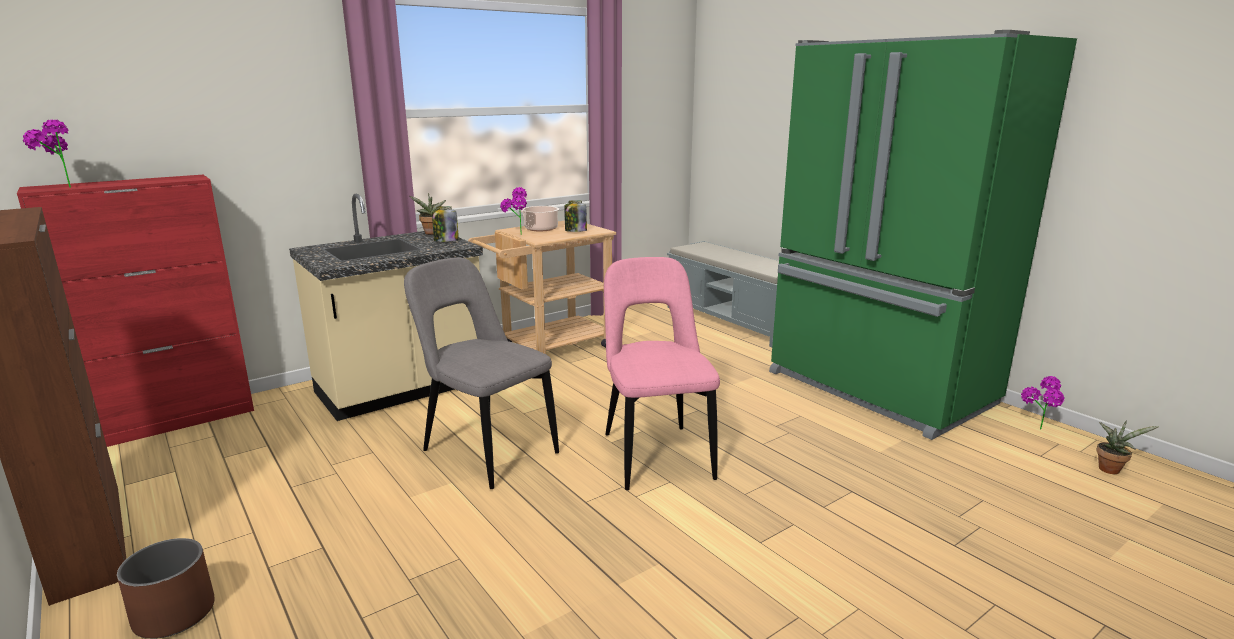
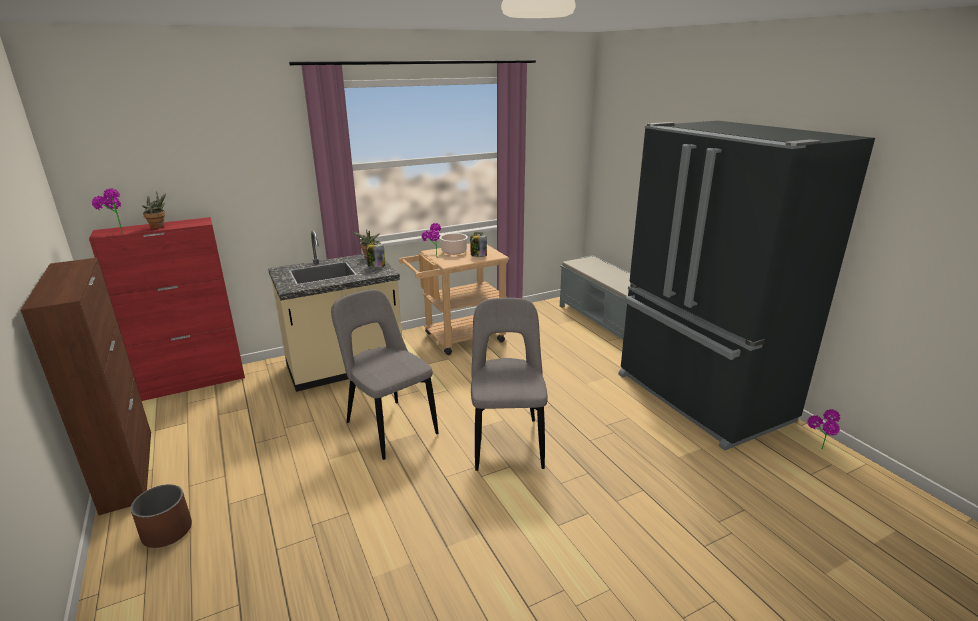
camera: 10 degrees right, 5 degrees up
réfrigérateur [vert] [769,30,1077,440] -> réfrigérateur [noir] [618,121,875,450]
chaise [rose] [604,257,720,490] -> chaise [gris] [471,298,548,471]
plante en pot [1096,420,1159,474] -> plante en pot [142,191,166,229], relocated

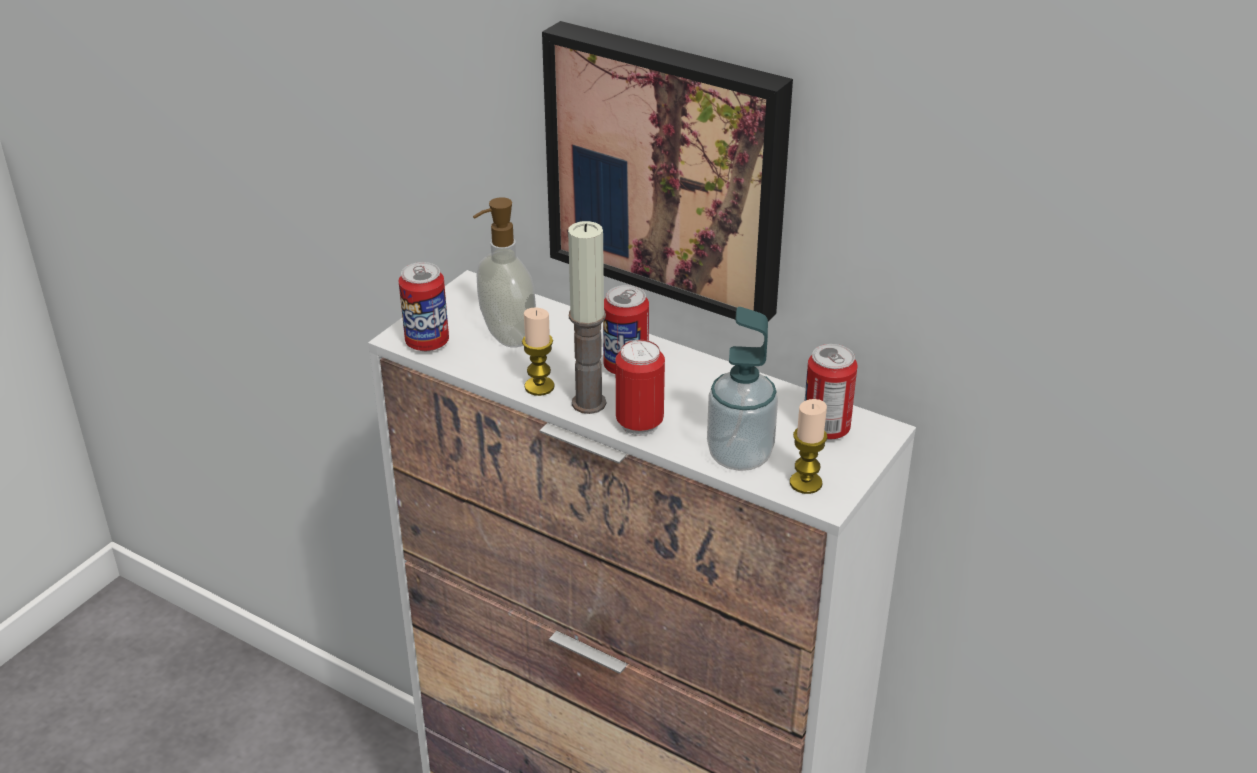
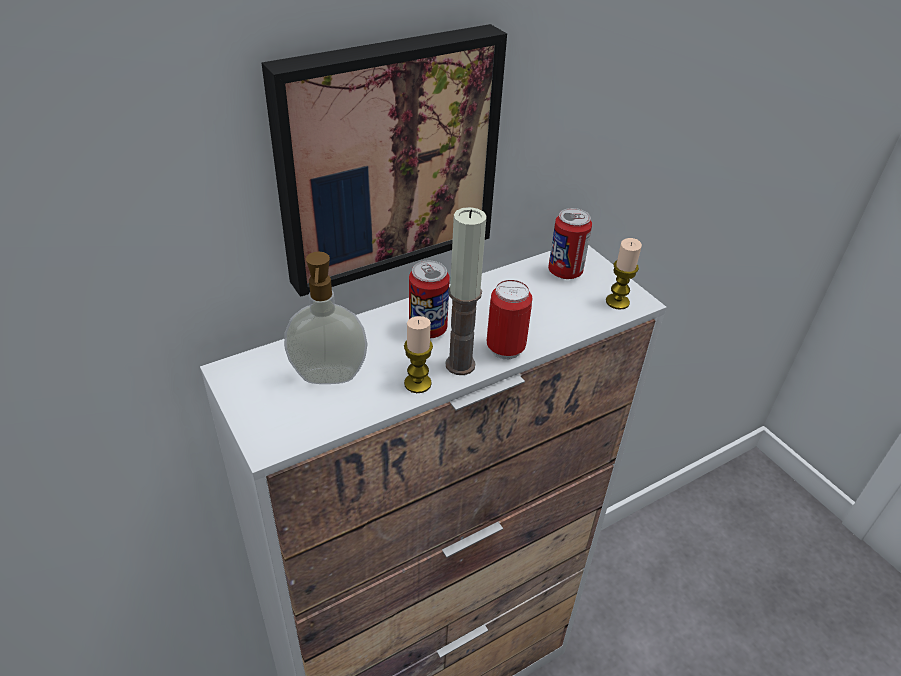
camera: 65 degrees left, 5 degrees up
boîte métallique [399,262,449,351] -> none
distributeur de savon [707,307,778,471] -> none

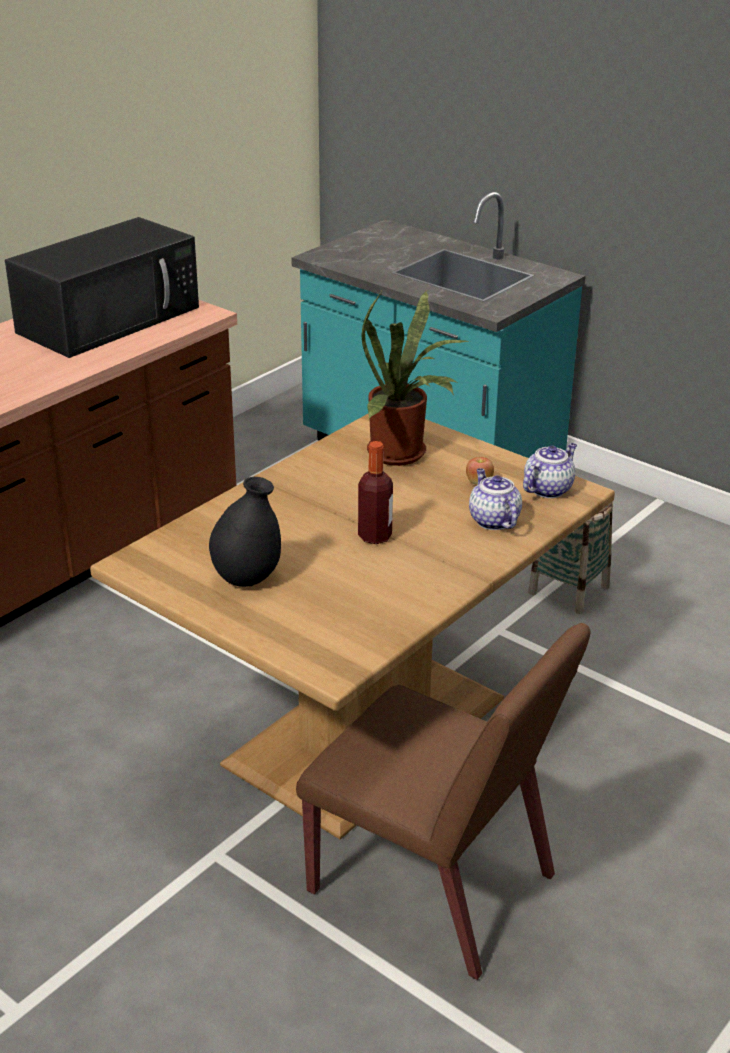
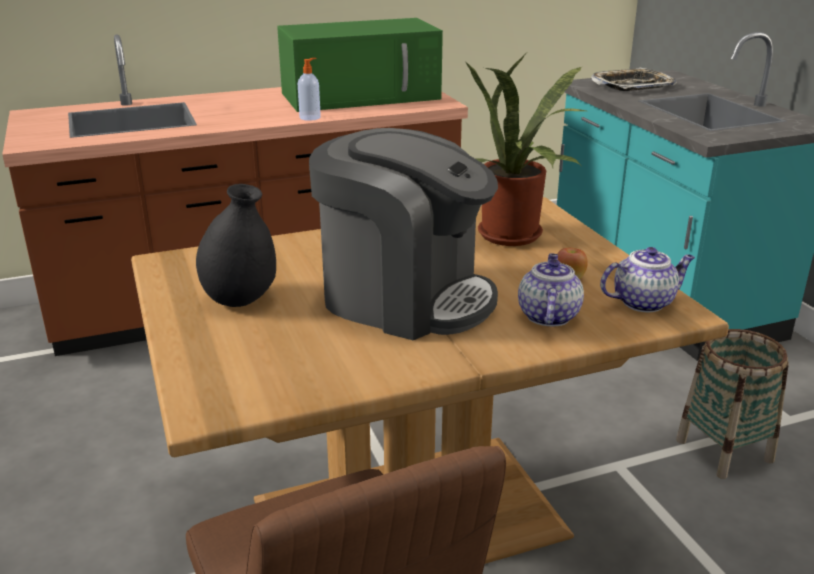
camera: 30 degrees right, 5 degrees down
micro-ondes [noir] [5,217,199,358] -> micro-ondes [vert] [277,18,443,112]
bouteille [358,441,393,544] -> machine à café [309,128,498,340]
none -> distributeur de savon [298,58,321,121]
none -> plateau [591,68,677,91]

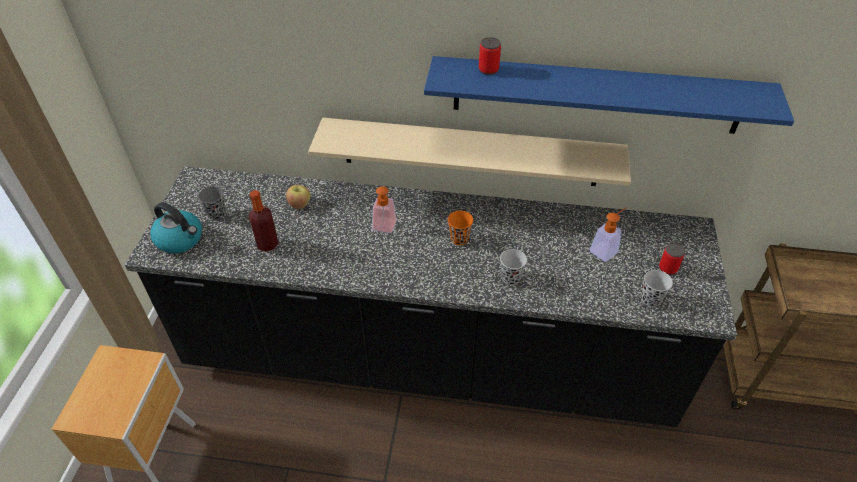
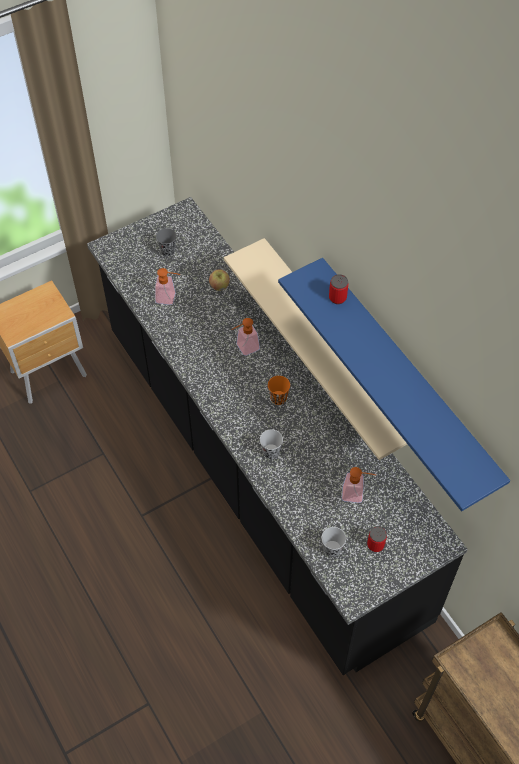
camera: 50 degrees right, 10 degrees up
bouteille [249,190,279,252] -> distributeur de savon [155,268,180,305]
bouilloire [150,202,202,253] -> none

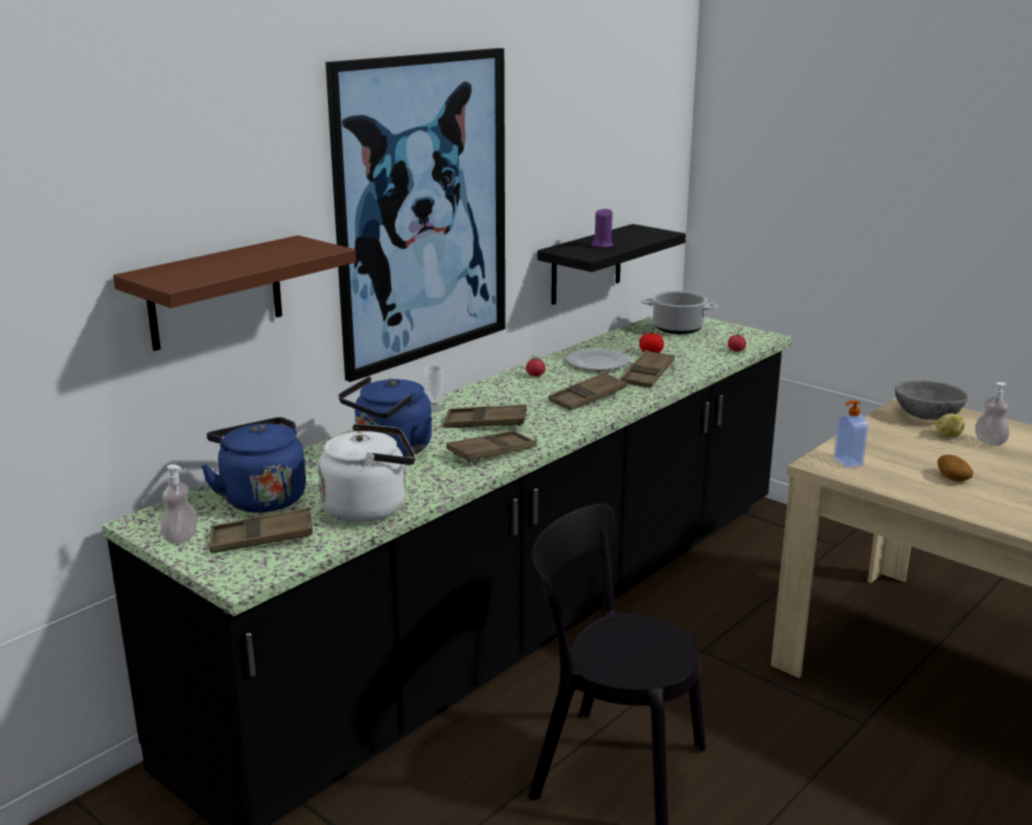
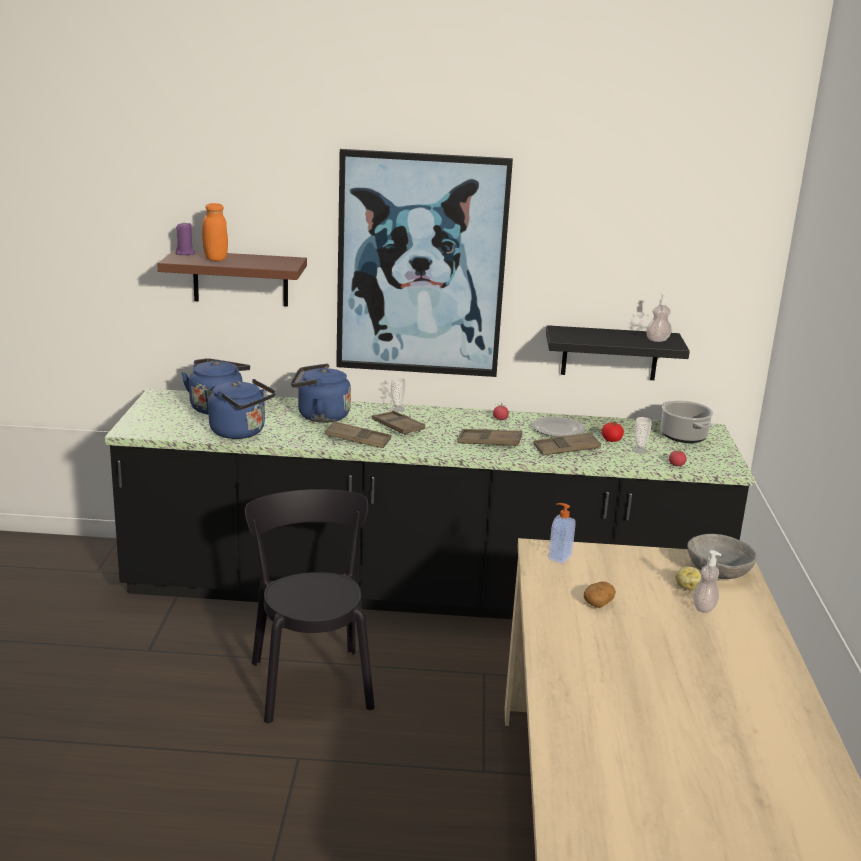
camera: 50 degrees right, 0 degrees up
bougie [violet] [591,208,614,248] -> bougie [violet] [176,223,195,255], relocated
bouilloire [blanc] [318,424,416,522] -> bouilloire [bleu] [208,379,275,439]
distributeur de savon [161,464,198,544] -> distributeur de savon [646,293,672,342], relocated
plateau [marron] [210,508,313,553] -> none
none -> bocal [orange] [202,203,228,261]
none -> tasse [632,417,652,454]

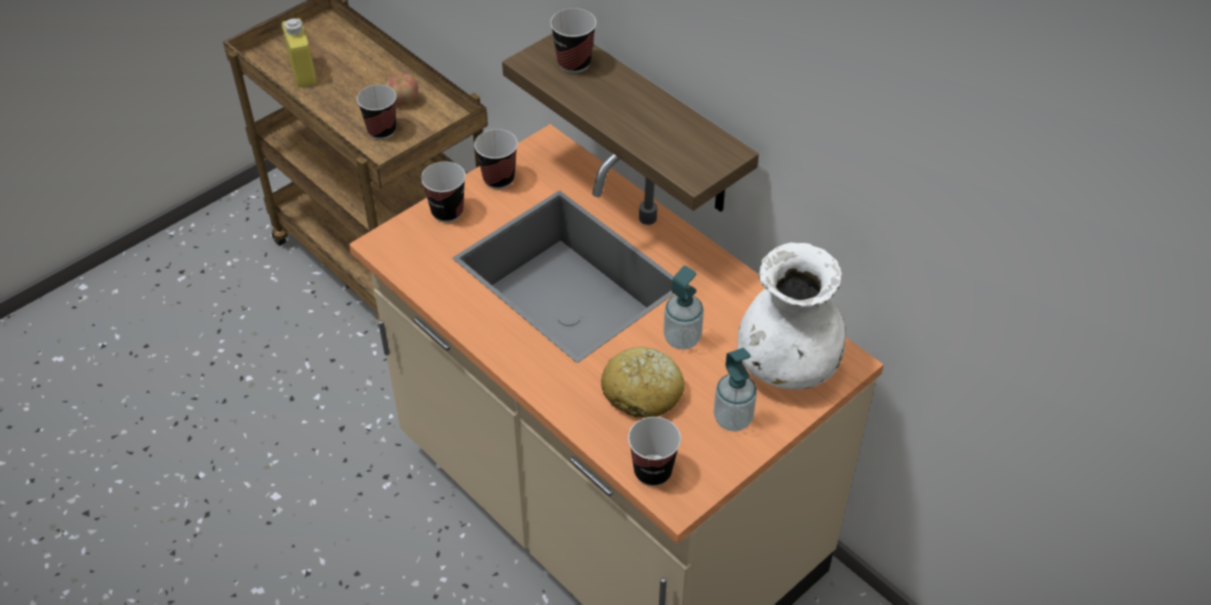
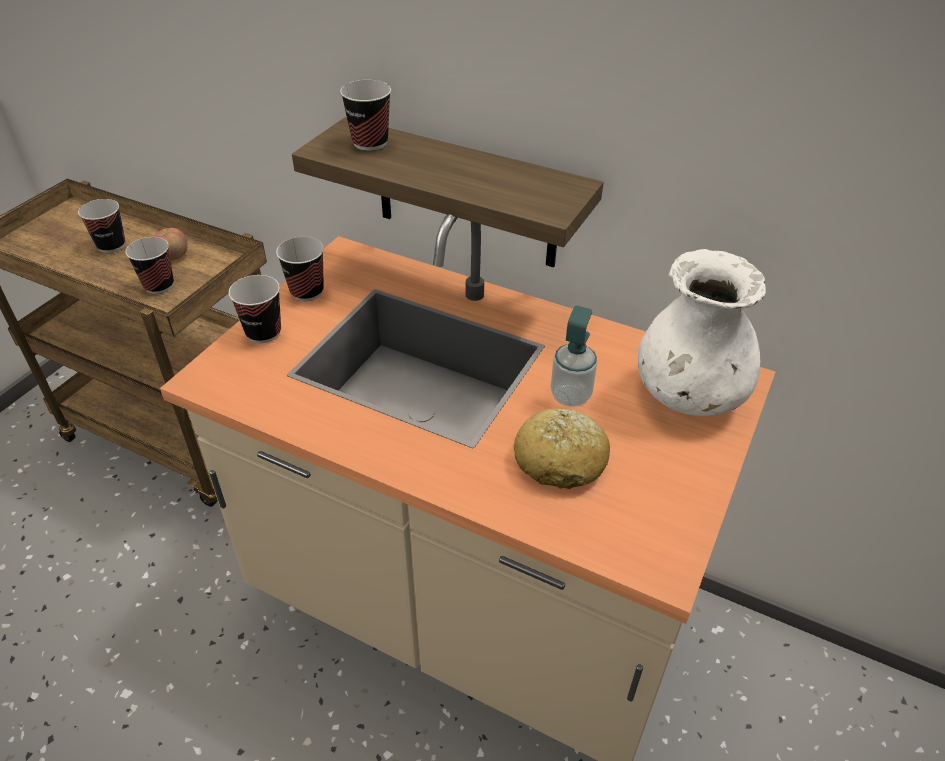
camera: 20 degrees left, 5 degrees down
bouteille [jaune] [282,18,316,88] -> none
distributeur de savon [713,348,757,432] -> none
tasse [628,417,681,486] -> tasse [78,199,125,253], relocated

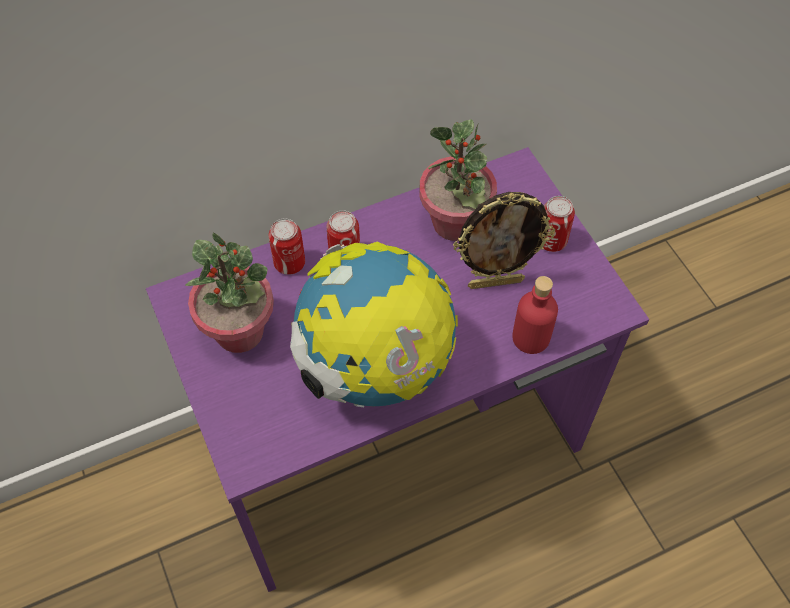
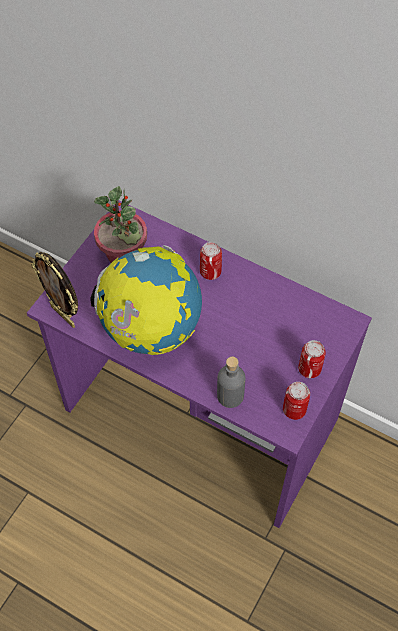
camera: 55 degrees right, 0 degrees up
plante en pot [419,119,497,241] -> none
cadre photo [453,192,555,289] -> cadre photo [31,252,78,328], relocated
boîte métallique [269,218,305,275] -> boîte métallique [283,382,310,420], relocated
bouteille [rouge] [512,276,558,354] -> bouteille [gris] [217,357,245,408]

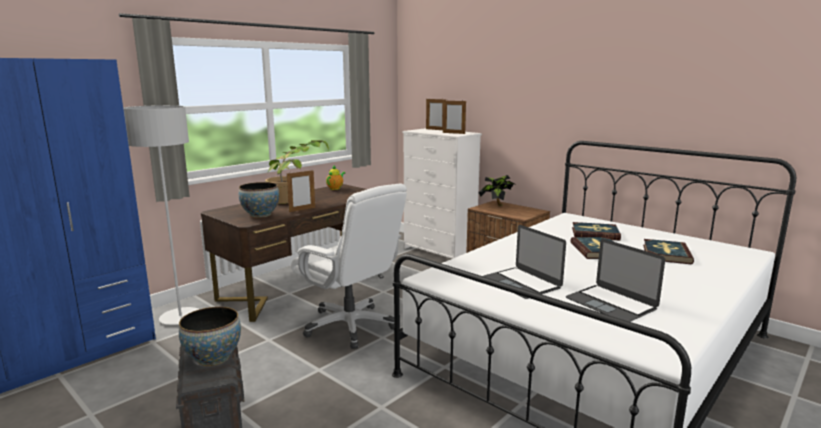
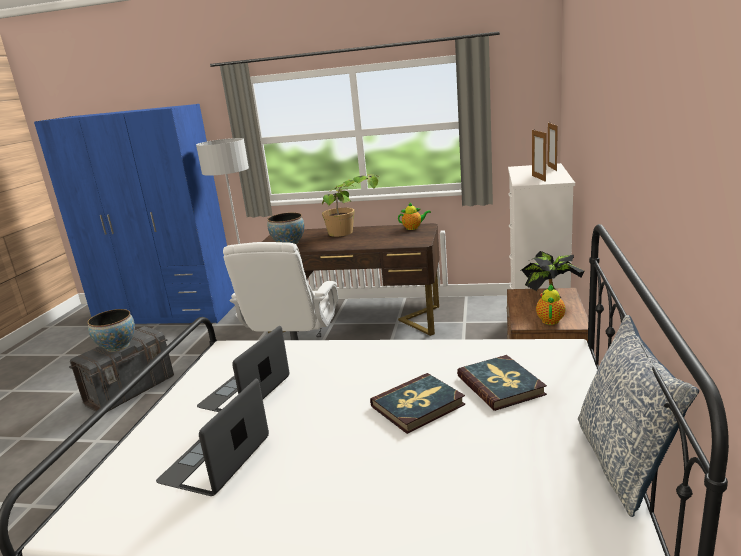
camera: 60 degrees right, 5 degrees up
cadre photo [287,169,315,212] -> none
livre [643,239,694,264] -> none
none -> théière [536,284,565,325]
none -> coussin [578,315,699,517]

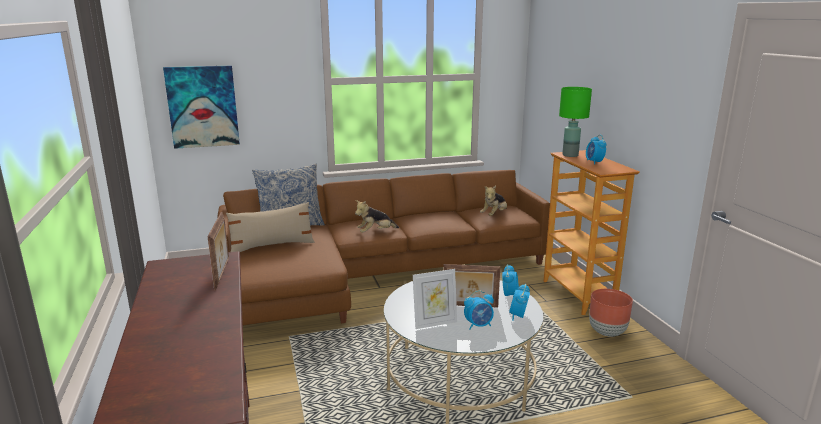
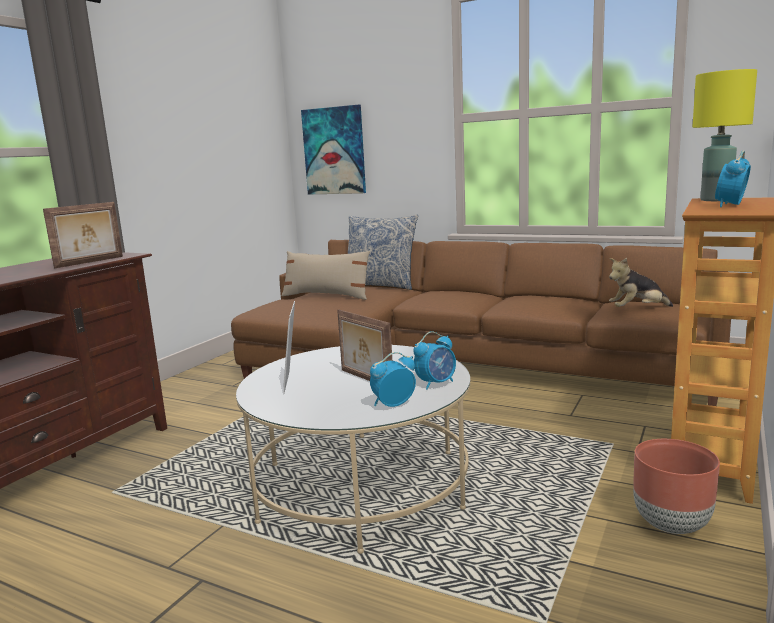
camera: 45 degrees right, 5 degrees down
lampe de table [vert] [559,87,592,157] -> lampe de table [jaune] [692,69,757,201]
peluche [355,200,399,233] -> none
cadre photo [413,269,457,329] -> cadre photo [283,301,295,394], 60 degrees clockwise
réveil [464,291,494,330] -> none

